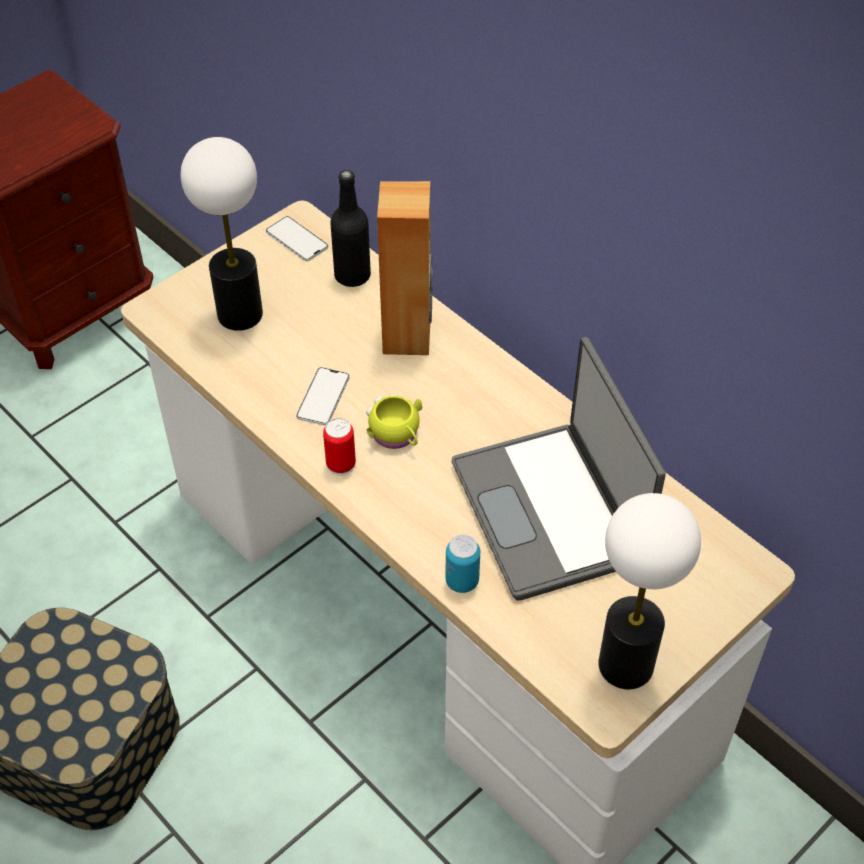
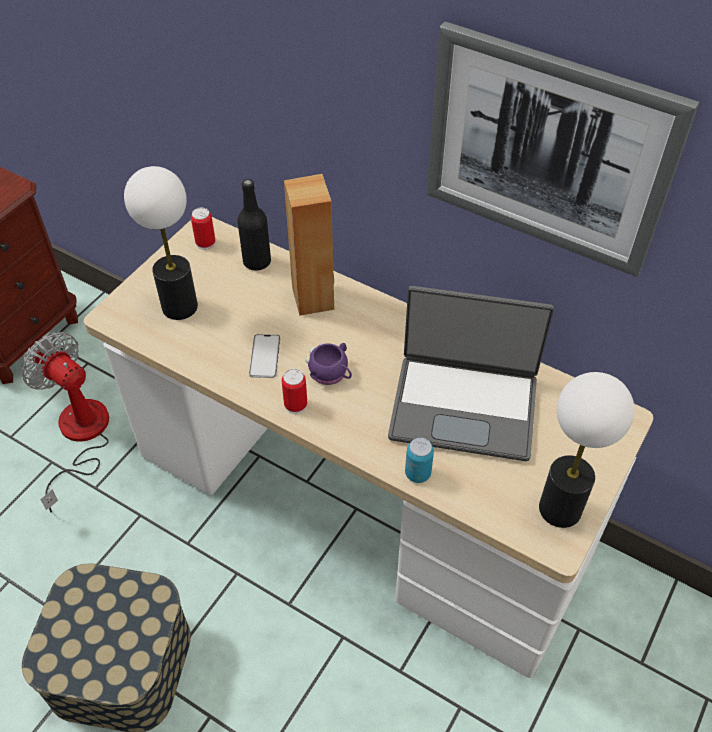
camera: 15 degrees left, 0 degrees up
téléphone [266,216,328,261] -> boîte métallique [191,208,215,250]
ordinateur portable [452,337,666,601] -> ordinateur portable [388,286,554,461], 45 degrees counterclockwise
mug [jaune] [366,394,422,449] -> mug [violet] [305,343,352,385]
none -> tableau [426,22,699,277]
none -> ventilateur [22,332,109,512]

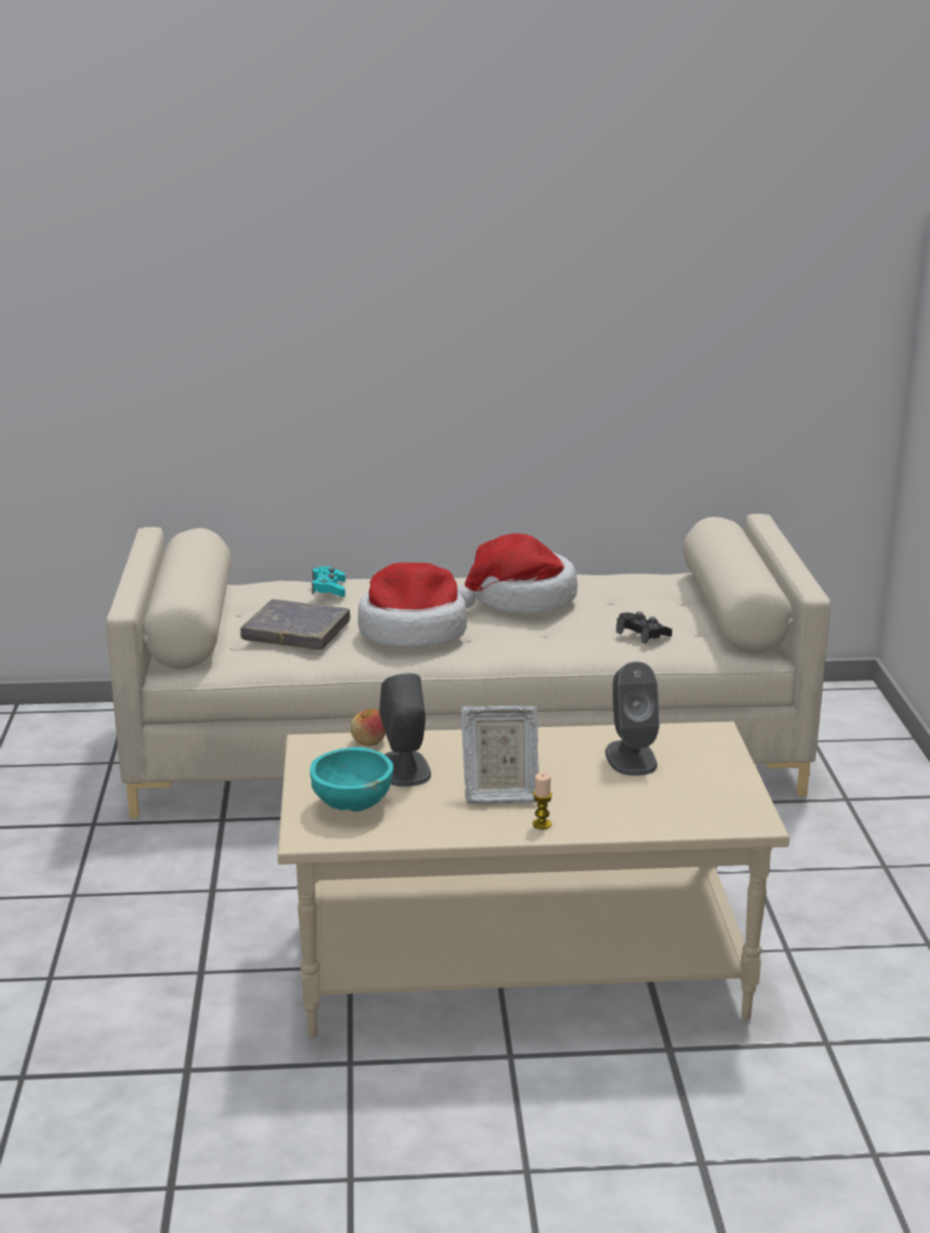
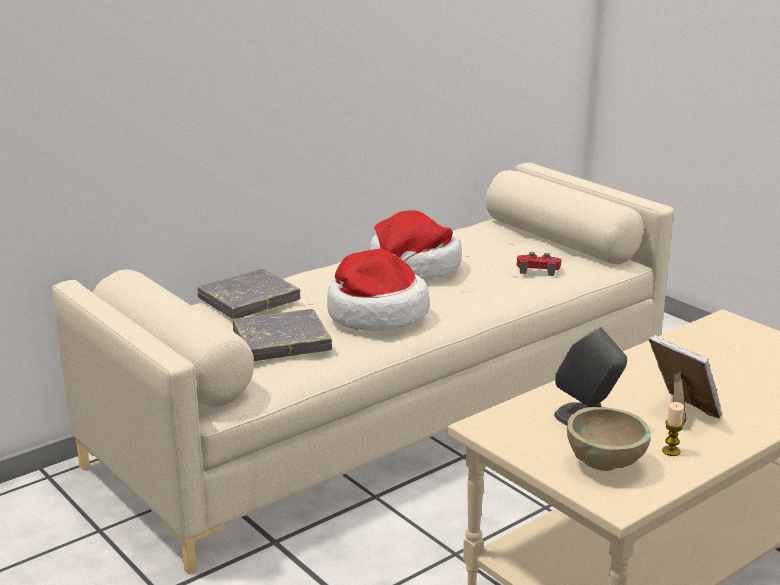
camera: 35 degrees left, 0 degrees up
manette [turquoise] [312,566,345,597] -> livre [gris] [197,268,300,319]
manette [noir] [616,612,672,644] -> manette [rouge] [517,252,561,276]
enceinte [gris] [605,662,660,776] -> none
cadre photo [461,706,539,804] -> cadre photo [649,335,722,423], 90 degrees counterclockwise
pomme [350,709,386,746] -> none
bol [turquoise] [310,747,393,812] -> bol [beige] [567,407,651,471]
bougie [533,772,552,829] -> bougie [662,402,684,456], relocated

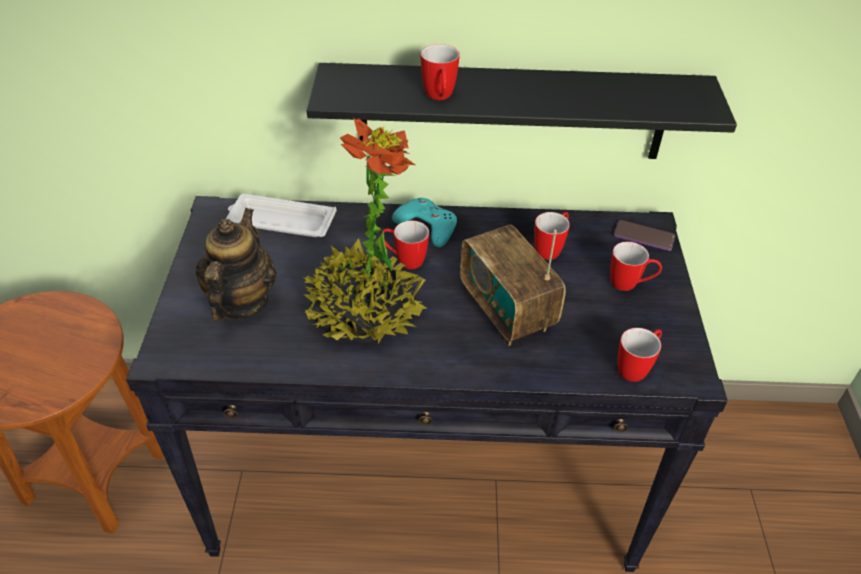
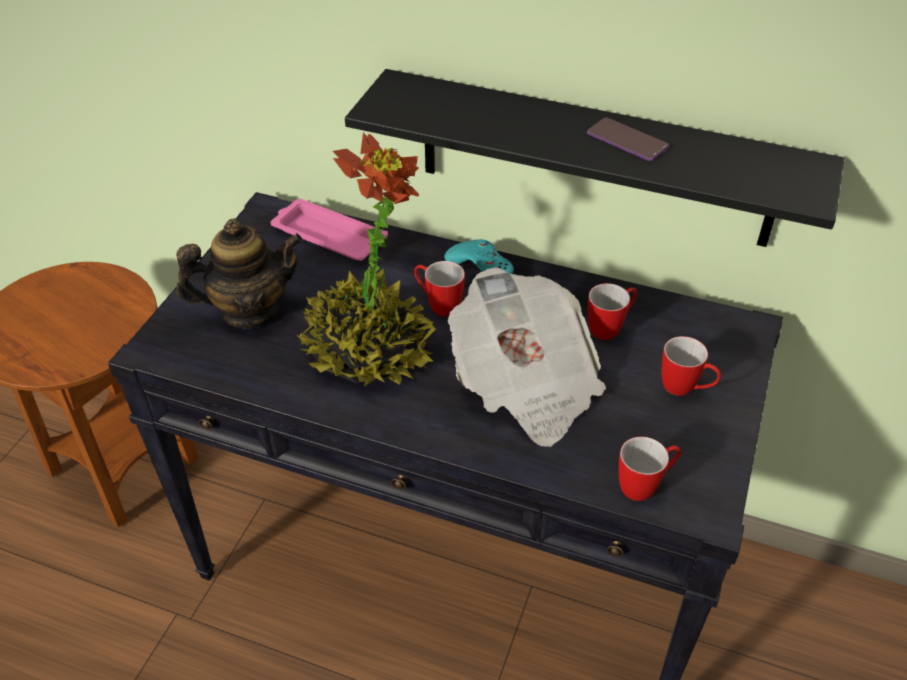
camera: 20 degrees right, 0 degrees up
mug [421,44,460,100] -> none
plateau [blanc] [226,194,336,237] -> plateau [rose] [271,199,388,261]
théière [196,208,277,321] -> théière [176,219,303,330], 45 degrees clockwise
téléphone [614,220,675,251] -> téléphone [587,117,669,161], relocated
radio [460,225,566,346] -> journal [448,267,606,447]

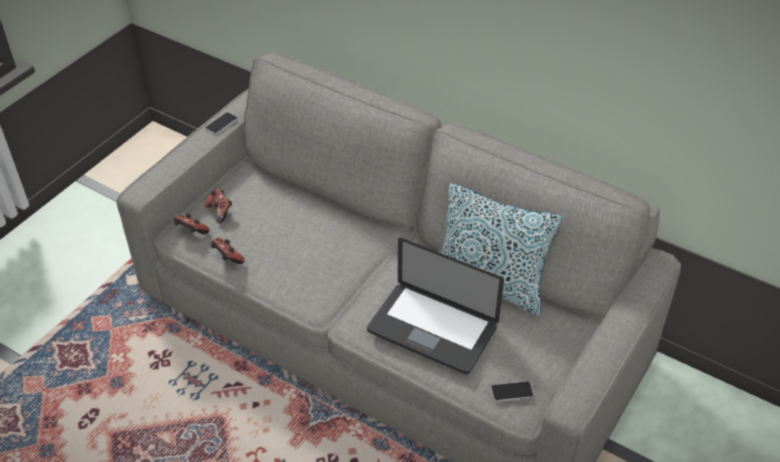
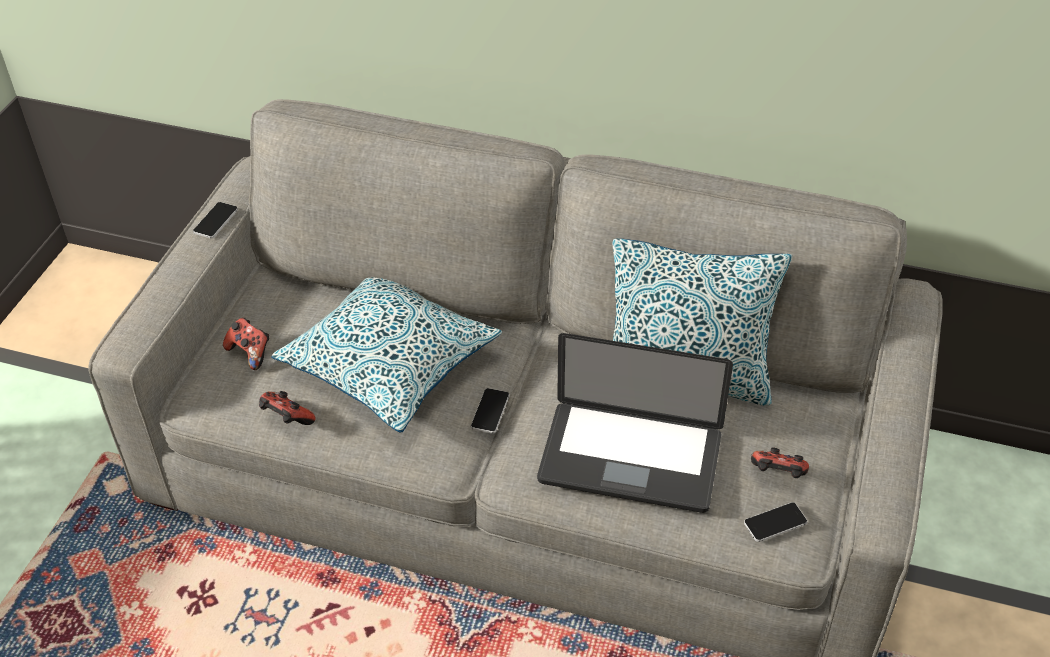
camera: 15 degrees left, 0 degrees up
manette [174,214,209,234] -> manette [751,448,809,478], relocated
none -> coussin [272,278,502,433]
none -> téléphone [471,388,509,434]

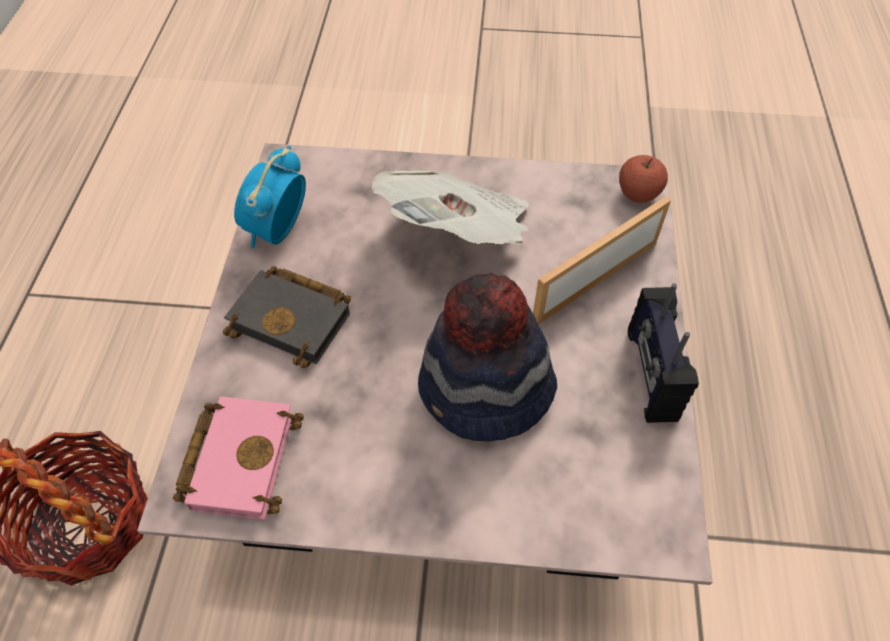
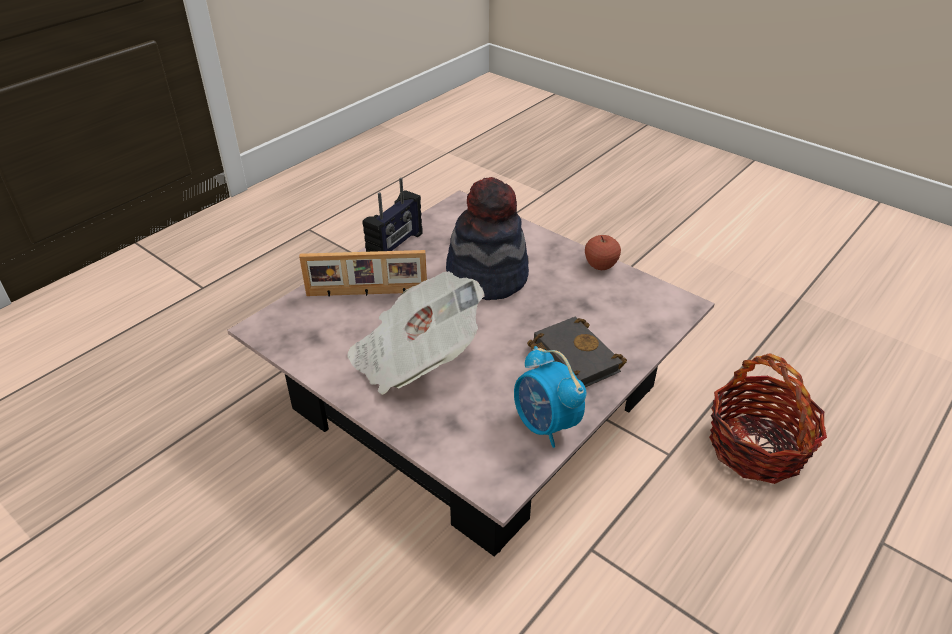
camera: 145 degrees left, 15 degrees down
réveil [234,146,306,248] -> réveil [514,346,586,448], 90 degrees clockwise
pomme [619,155,668,203] -> pomme [585,235,621,270], relocated
livre [rose] [173,396,304,520] -> none

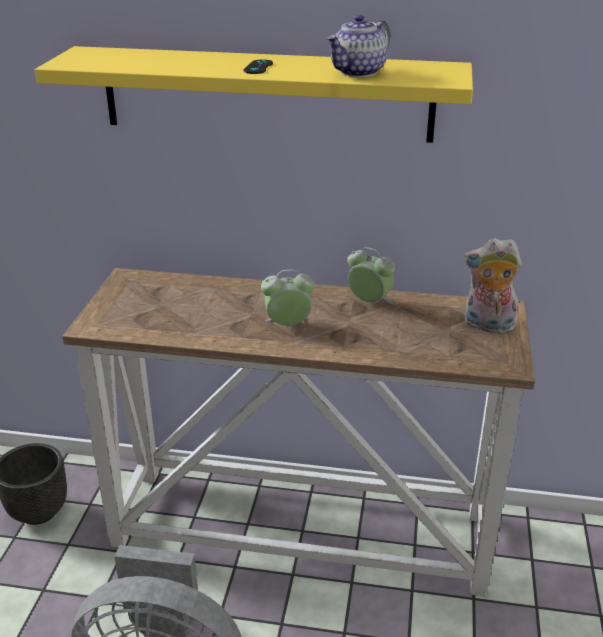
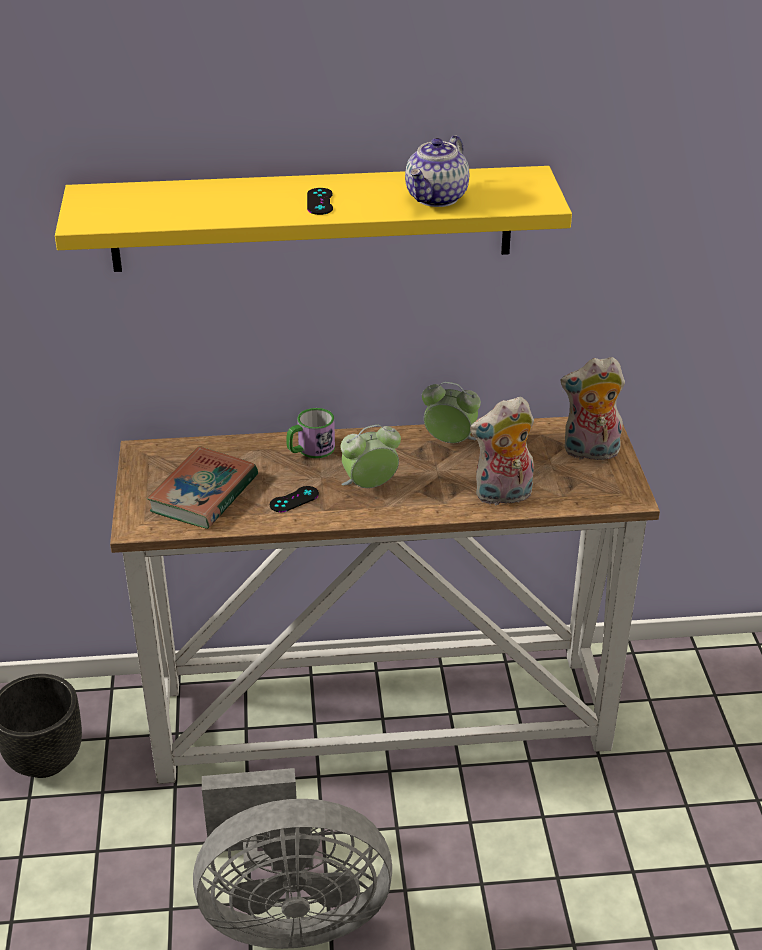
camera: 15 degrees left, 5 degrees up
none -> peluche [470,397,534,506]
none -> mug [286,408,335,458]
none -> livre [147,447,258,529]
none -> manette [noir] [270,486,319,512]

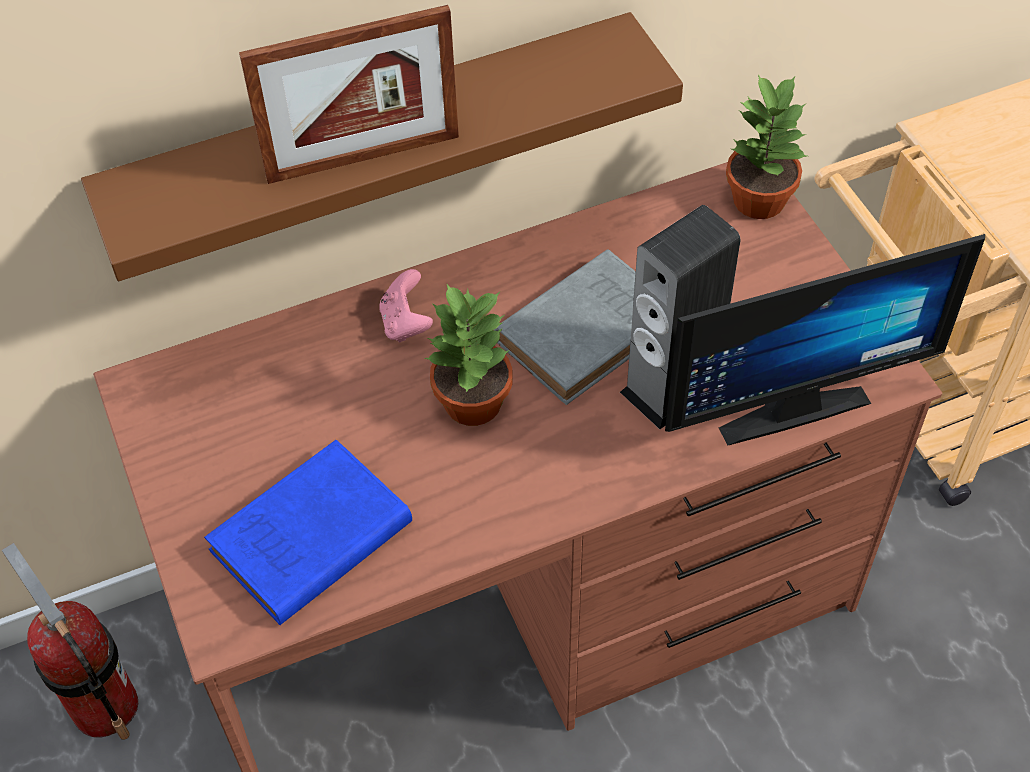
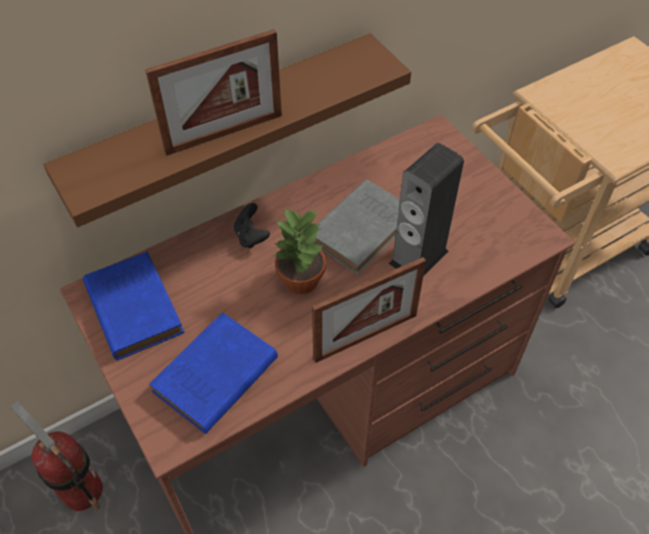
camera: 10 degrees left, 0 degrees up
plante en pot [726,74,807,219] -> none
écran d'ordinateur [665,234,985,446] -> none
manette [rose] [380,269,433,342] -> manette [noir] [234,203,270,249]
none -> livre [bleu] [83,252,184,360]
none -> cadre photo [312,257,426,363]

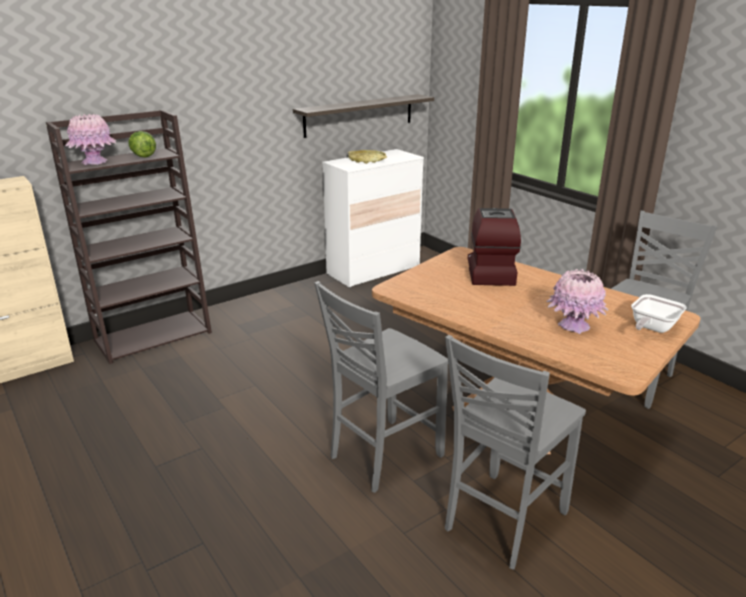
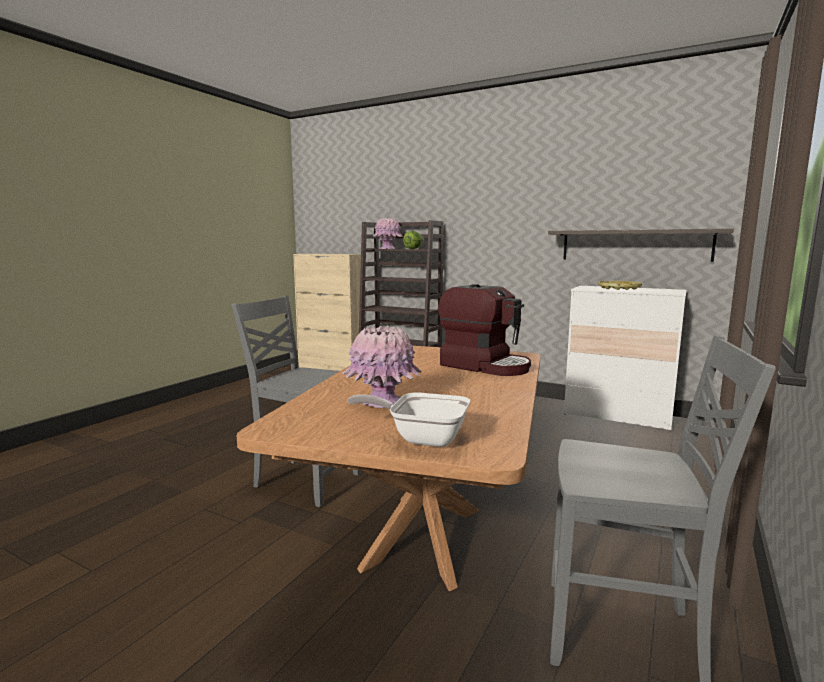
camera: 65 degrees right, 15 degrees down
machine à café [468,208,521,286] -> machine à café [438,284,531,376], 60 degrees clockwise
chaise [gris] [445,335,586,570] -> none

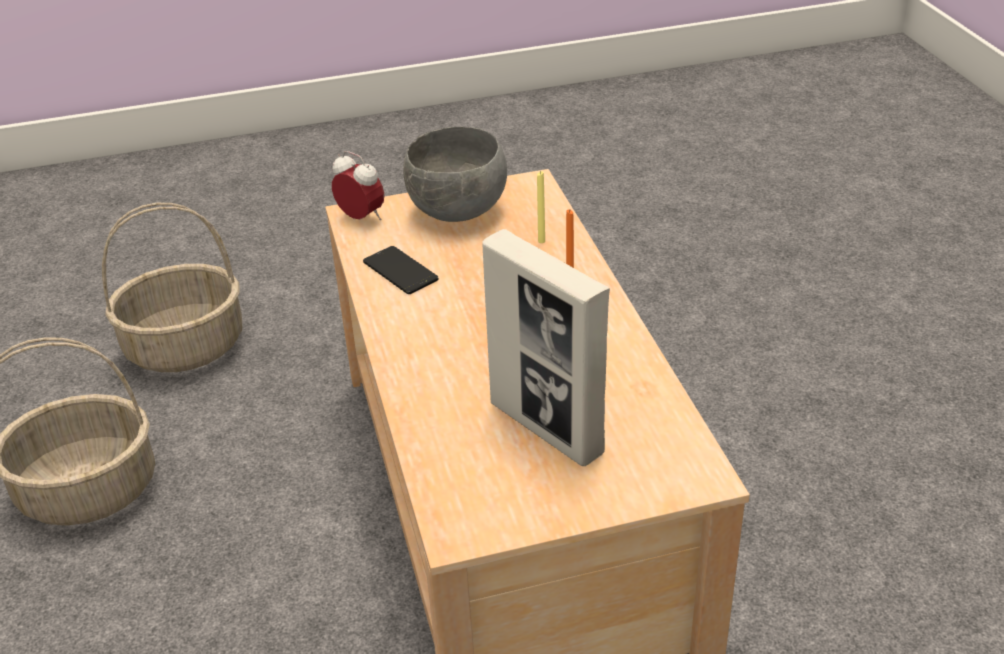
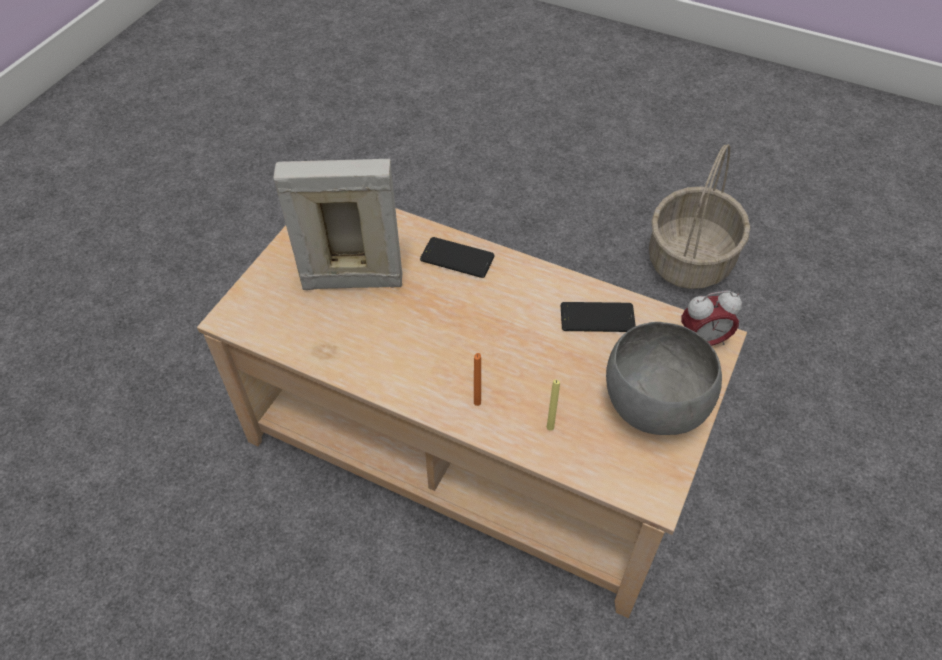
camera: 130 degrees right, 15 degrees up
panier [102,203,242,372] -> none
none -> téléphone [420,237,494,278]

